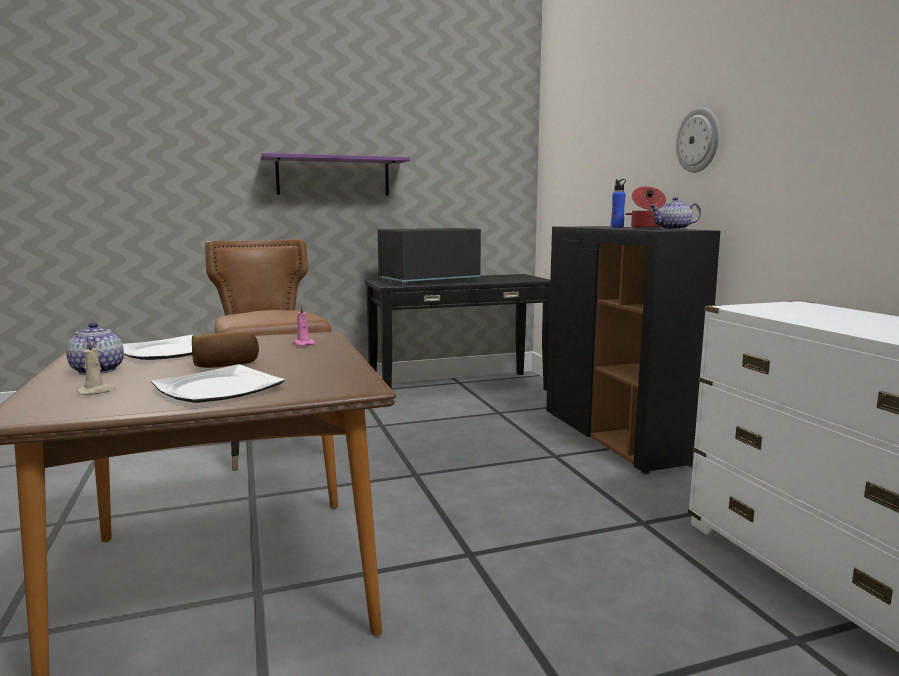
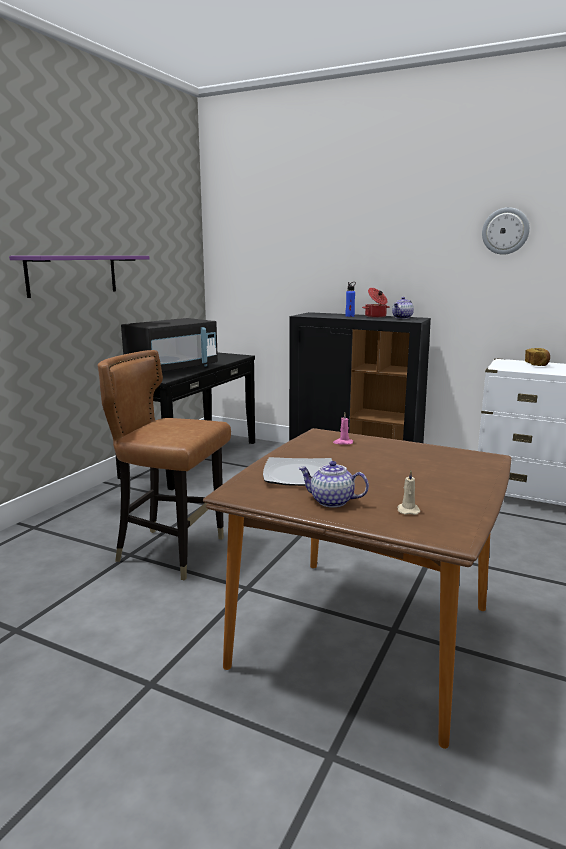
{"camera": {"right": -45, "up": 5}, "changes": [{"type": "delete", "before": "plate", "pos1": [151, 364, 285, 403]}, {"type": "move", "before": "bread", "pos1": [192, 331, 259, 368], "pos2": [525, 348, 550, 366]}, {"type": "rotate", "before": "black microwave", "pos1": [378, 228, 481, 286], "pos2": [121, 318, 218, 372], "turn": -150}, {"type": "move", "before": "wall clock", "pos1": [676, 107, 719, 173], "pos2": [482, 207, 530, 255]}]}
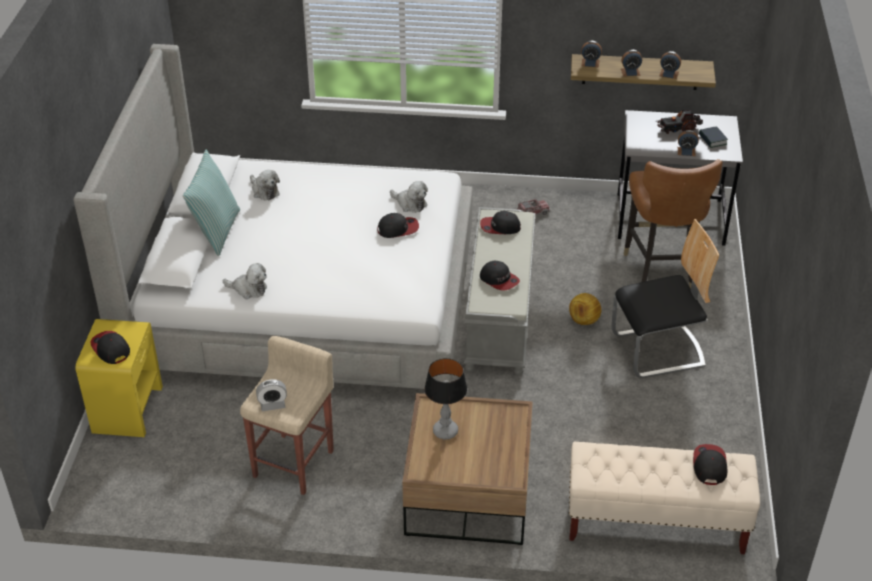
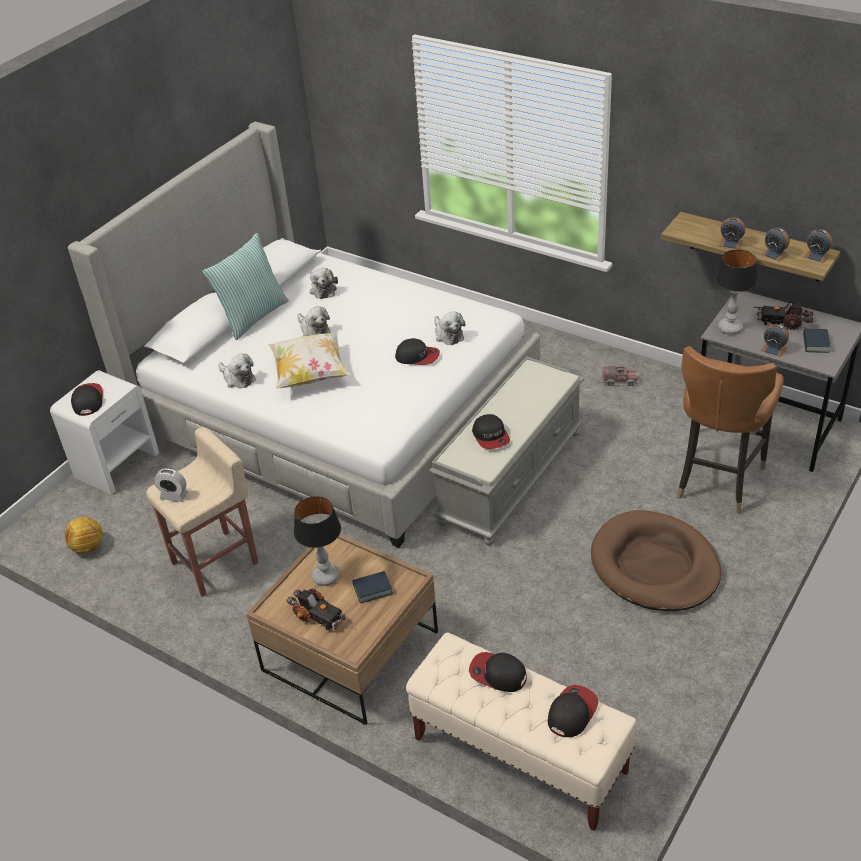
{"camera": {"right": 30, "up": 0}, "changes": [{"type": "recolor", "before": "yellow nightstand", "after": "white nightstand", "pos1": [76, 319, 163, 437], "pos2": [50, 370, 159, 495]}, {"type": "move", "before": "cap", "pos1": [480, 211, 521, 234], "pos2": [469, 652, 527, 692]}, {"type": "move", "before": "football", "pos1": [569, 293, 601, 325], "pos2": [65, 517, 103, 554]}, {"type": "move", "before": "alarm clock", "pos1": [581, 41, 602, 67], "pos2": [804, 229, 833, 263]}, {"type": "replace", "before": "chair", "after": "brown dog bed", "pos1": [611, 219, 719, 378], "pos2": [591, 510, 721, 611]}, {"type": "insert", "after": "pillow", "pos2": [268, 331, 350, 389]}, {"type": "insert", "after": "toy truck", "pos2": [287, 588, 346, 630]}, {"type": "insert", "after": "plush toy", "pos2": [297, 306, 330, 336]}, {"type": "insert", "after": "book", "pos2": [352, 571, 393, 603]}, {"type": "insert", "after": "table lamp", "pos2": [715, 249, 758, 335]}]}
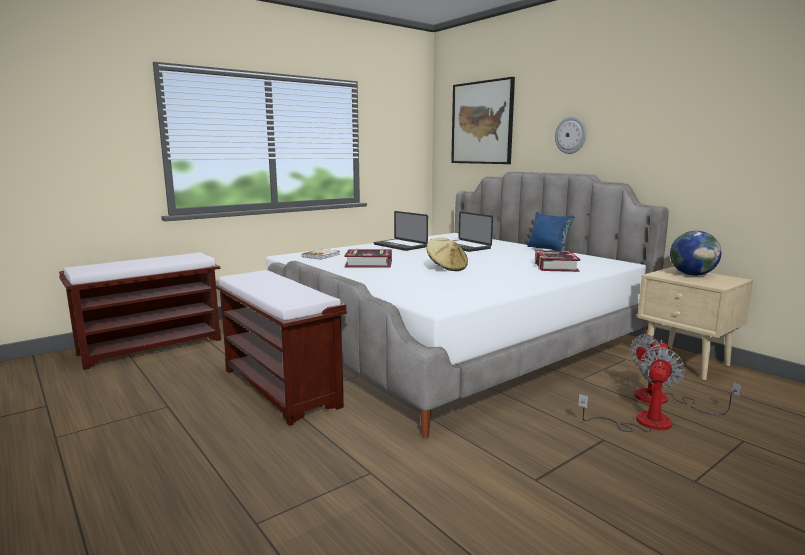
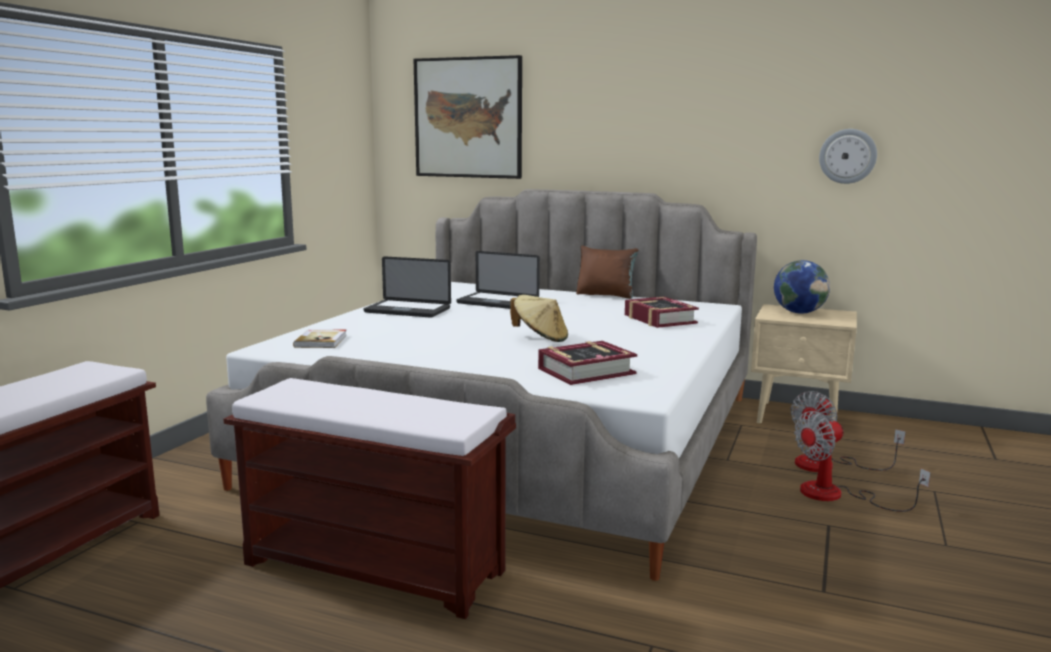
{"camera": {"right": -30, "up": 0}, "changes": [{"type": "move", "before": "book", "pos1": [344, 249, 392, 268], "pos2": [538, 341, 637, 385]}, {"type": "recolor", "before": "blue pillow", "after": "brown pillow", "pos1": [527, 212, 574, 251], "pos2": [576, 246, 639, 299]}, {"type": "move", "before": "wall clock", "pos1": [555, 116, 587, 154], "pos2": [819, 129, 877, 184]}, {"type": "rotate", "before": "fan", "pos1": [578, 347, 685, 432], "pos2": [794, 411, 931, 512], "turn": -120}]}
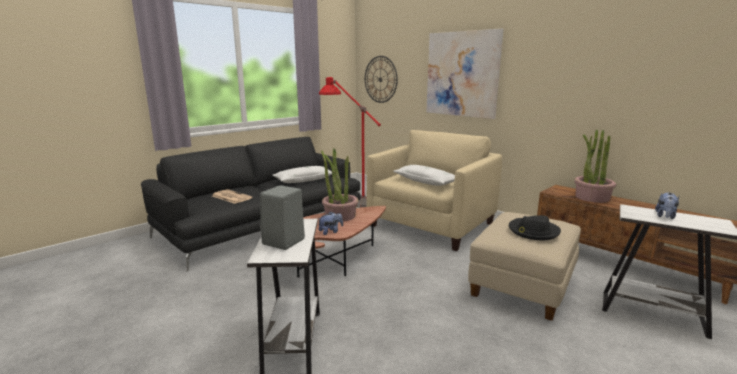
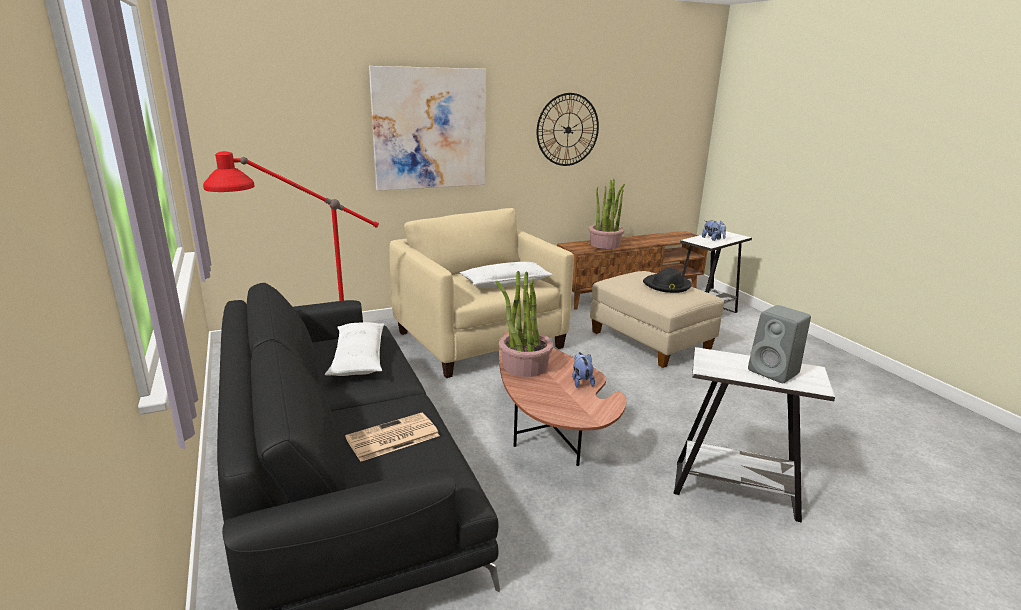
{"camera": {"right": -70, "up": 5}, "changes": [{"type": "move", "before": "wall clock", "pos1": [365, 56, 398, 103], "pos2": [537, 93, 599, 166]}]}
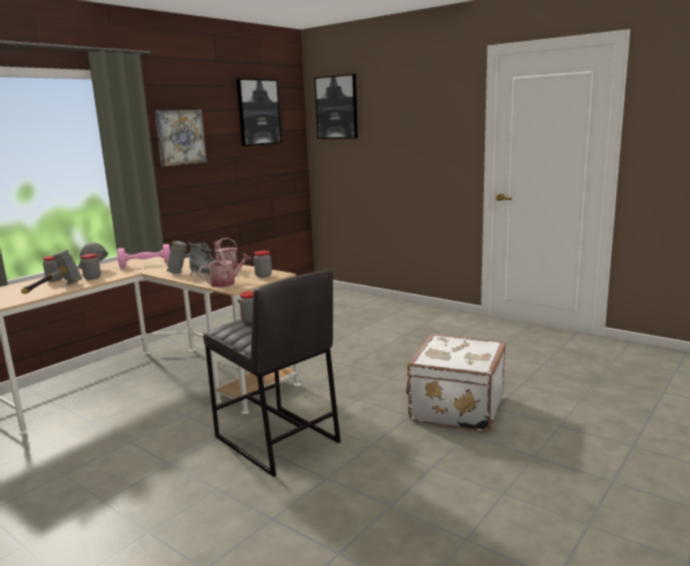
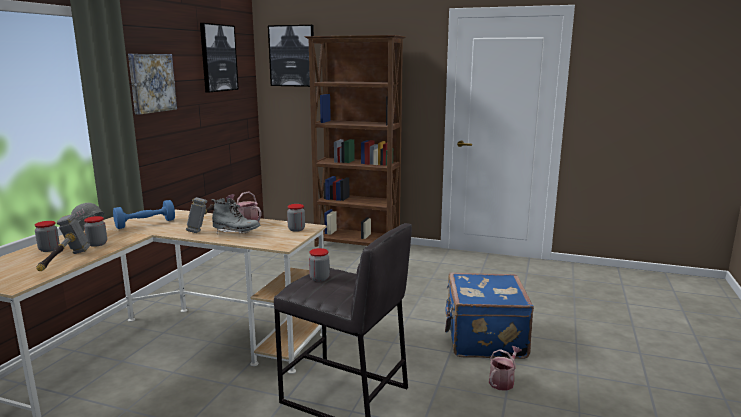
{"camera": {"right": -20, "up": 0}, "changes": [{"type": "recolor", "before": "pink dumbbell", "after": "blue dumbbell", "pos1": [117, 244, 170, 268], "pos2": [113, 200, 175, 229]}, {"type": "move", "before": "watering can", "pos1": [198, 250, 251, 287], "pos2": [489, 346, 522, 391]}, {"type": "recolor", "before": "white suitcase", "after": "blue suitcase", "pos1": [406, 333, 506, 433], "pos2": [445, 272, 534, 359]}, {"type": "insert", "after": "brown bookcase", "pos2": [304, 35, 406, 247]}]}
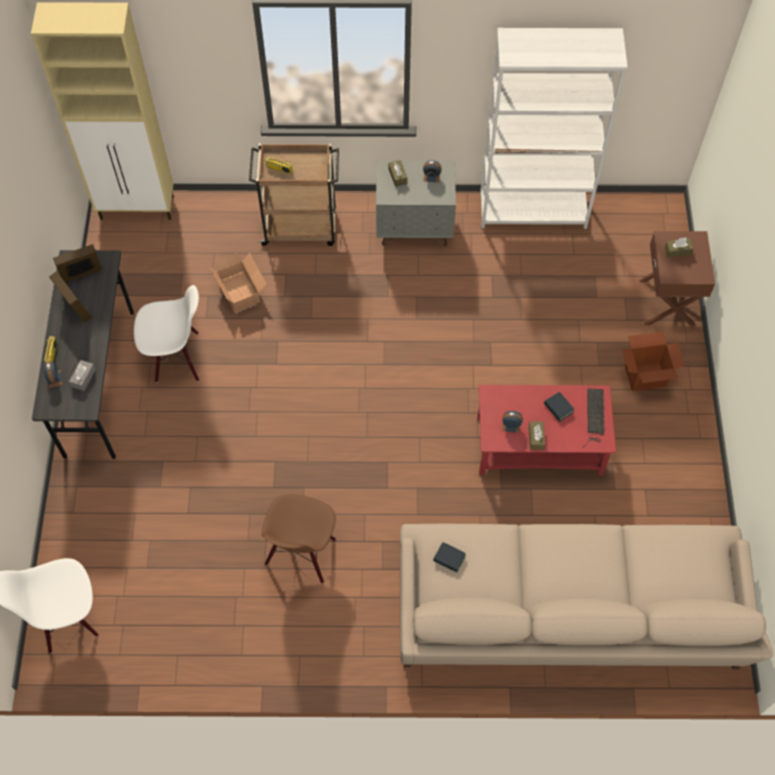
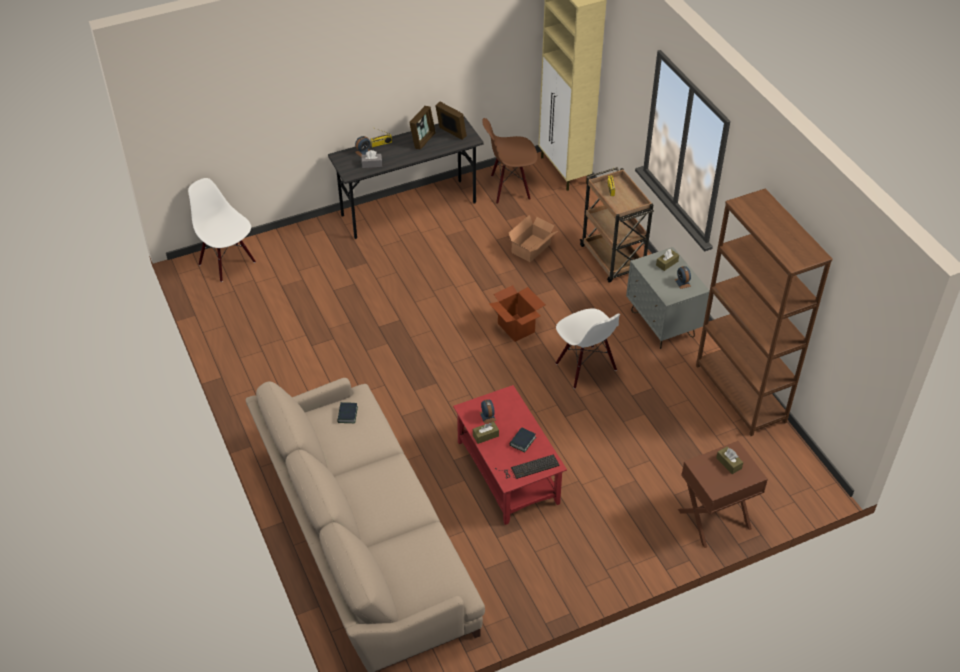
{"camera": {"right": 65, "up": -15}, "changes": [{"type": "move", "before": "white chair", "pos1": [134, 285, 199, 383], "pos2": [556, 308, 620, 389]}, {"type": "move", "before": "brown chair", "pos1": [262, 494, 336, 583], "pos2": [482, 118, 538, 204]}, {"type": "recolor", "before": "white bookcase", "after": "brown bookcase", "pos1": [480, 28, 628, 229], "pos2": [696, 189, 833, 436]}, {"type": "move", "before": "cardboard box", "pos1": [622, 332, 685, 391], "pos2": [489, 285, 545, 342]}]}
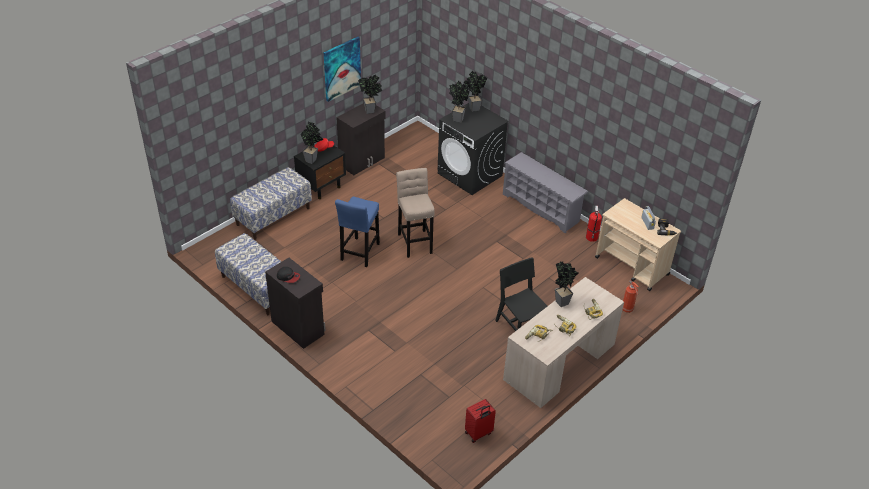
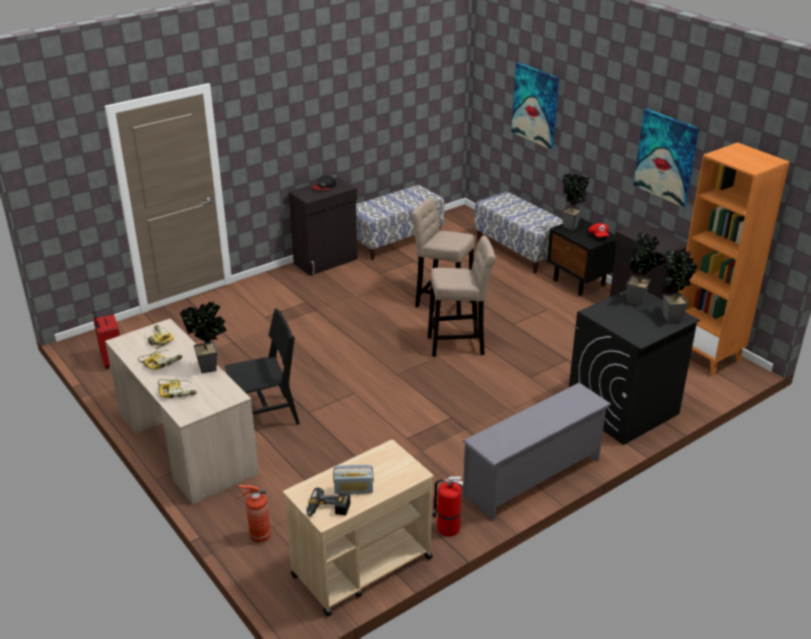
{"camera": {"right": 100, "up": -10}, "changes": [{"type": "recolor", "before": "blue stool", "after": "beige stool", "pos1": [335, 196, 380, 267], "pos2": [411, 197, 475, 315]}, {"type": "delete", "before": "potted plant", "pos1": [358, 74, 382, 114]}, {"type": "insert", "after": "picture", "pos2": [511, 62, 559, 150]}, {"type": "insert", "after": "orange bookcase", "pos2": [679, 142, 790, 376]}]}
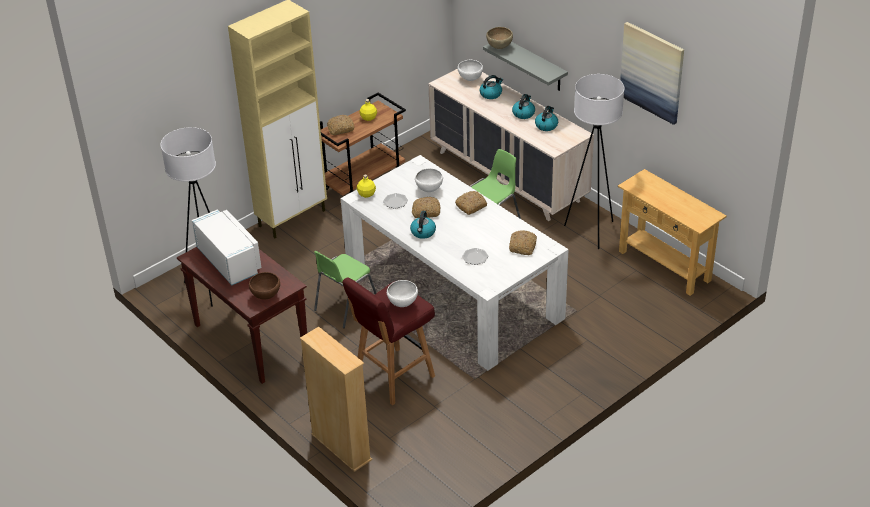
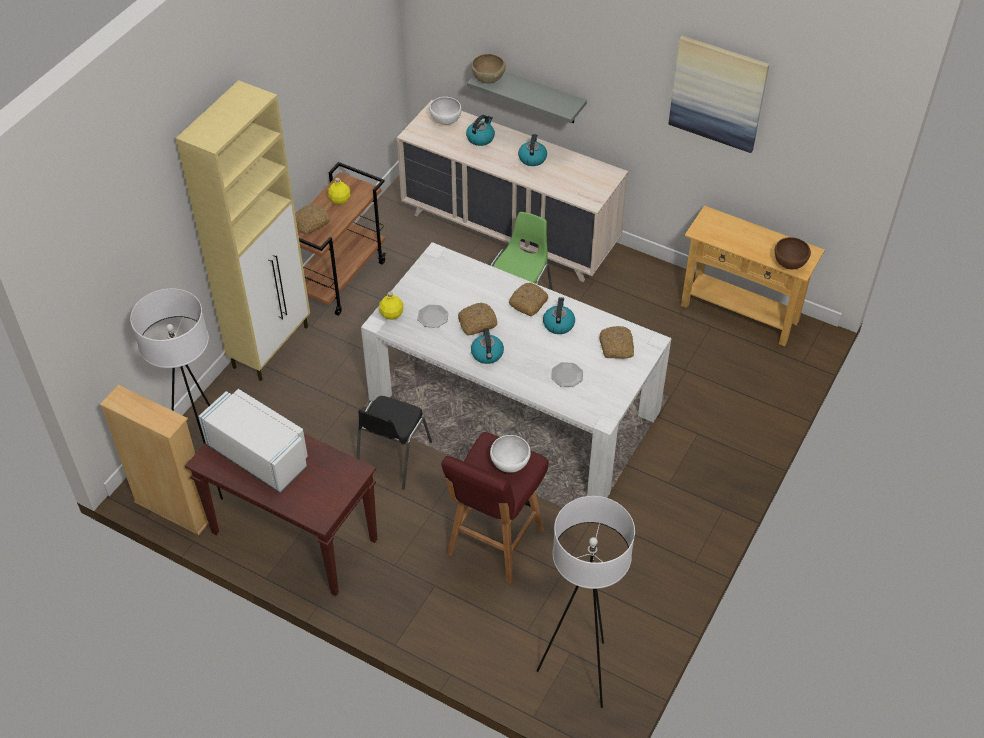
{"camera": {"right": -20, "up": 10}, "changes": [{"type": "move", "before": "brown bowl", "pos1": [249, 272, 280, 299], "pos2": [775, 237, 811, 270]}, {"type": "move", "before": "beige bookcase", "pos1": [300, 327, 372, 472], "pos2": [100, 385, 209, 535]}, {"type": "recolor", "before": "green chair", "after": "black chair", "pos1": [314, 251, 376, 328], "pos2": [357, 396, 432, 490]}, {"type": "delete", "before": "white bowl", "pos1": [415, 168, 443, 192]}, {"type": "move", "before": "kettle", "pos1": [535, 106, 558, 131], "pos2": [543, 297, 575, 334]}, {"type": "move", "before": "white floor lamp", "pos1": [564, 74, 625, 249], "pos2": [536, 496, 635, 708]}]}
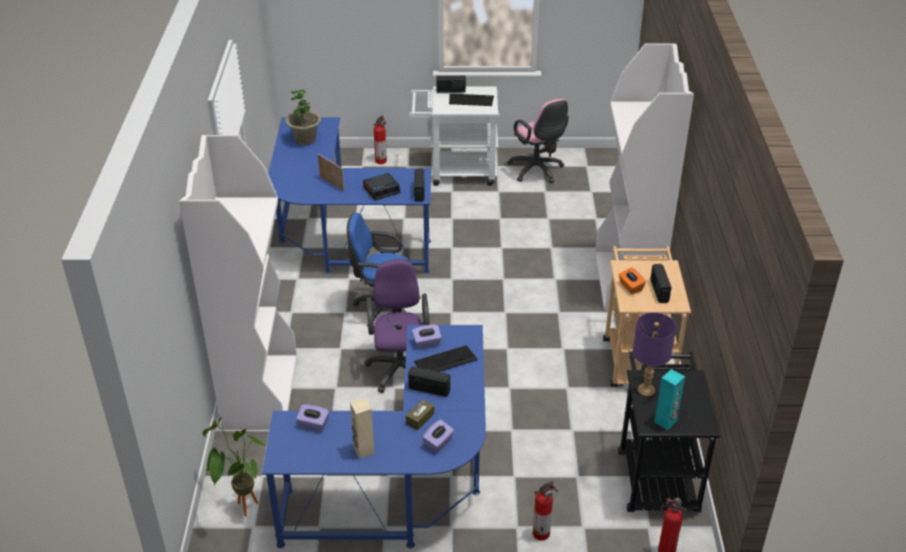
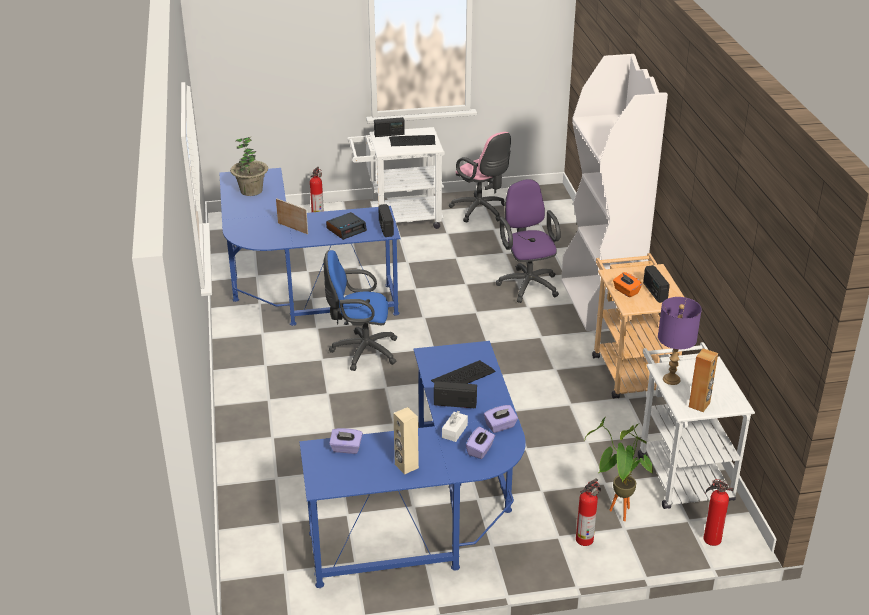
{"camera": {"right": -10, "up": -5}, "changes": [{"type": "delete", "before": "white bookcase", "pos1": [179, 135, 297, 430]}, {"type": "move", "before": "potted plant", "pos1": [202, 417, 266, 516], "pos2": [585, 416, 653, 521]}, {"type": "move", "before": "purple office chair", "pos1": [365, 259, 430, 393], "pos2": [496, 179, 561, 303]}, {"type": "recolor", "before": "brown tissue box", "after": "white tissue box", "pos1": [406, 400, 434, 430], "pos2": [442, 411, 468, 442]}, {"type": "move", "before": "purple tissue box", "pos1": [412, 325, 442, 348], "pos2": [484, 405, 518, 433]}, {"type": "recolor", "before": "black cart", "after": "white cart", "pos1": [618, 352, 720, 512], "pos2": [638, 342, 755, 509]}, {"type": "recolor", "before": "turquoise speaker", "after": "brown speaker", "pos1": [654, 369, 685, 430], "pos2": [689, 348, 718, 412]}]}
